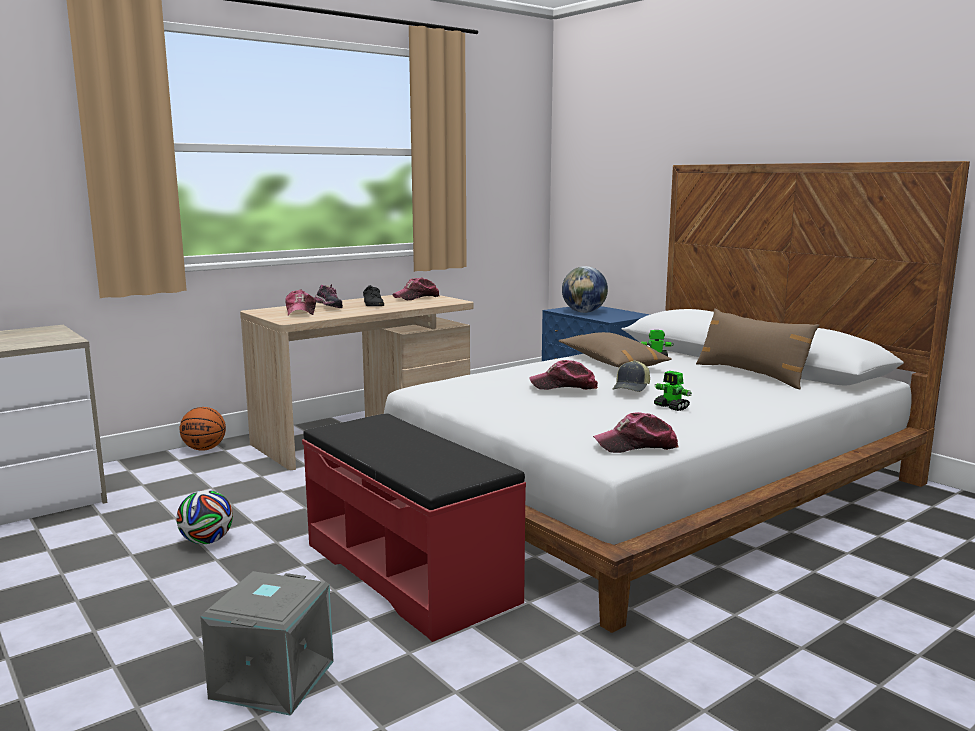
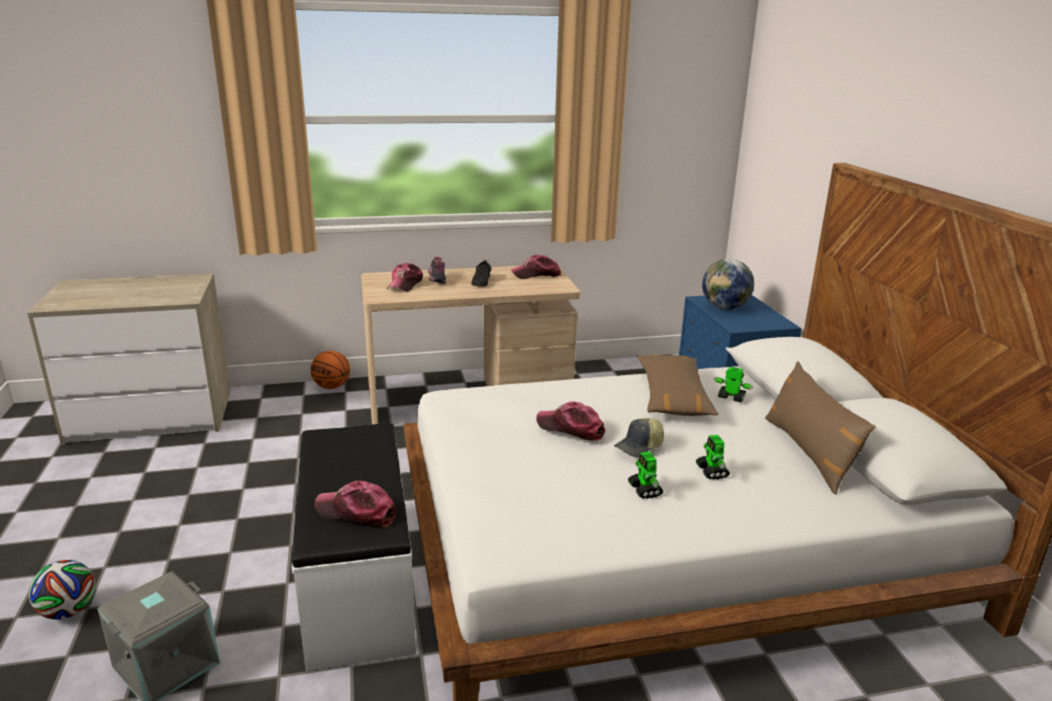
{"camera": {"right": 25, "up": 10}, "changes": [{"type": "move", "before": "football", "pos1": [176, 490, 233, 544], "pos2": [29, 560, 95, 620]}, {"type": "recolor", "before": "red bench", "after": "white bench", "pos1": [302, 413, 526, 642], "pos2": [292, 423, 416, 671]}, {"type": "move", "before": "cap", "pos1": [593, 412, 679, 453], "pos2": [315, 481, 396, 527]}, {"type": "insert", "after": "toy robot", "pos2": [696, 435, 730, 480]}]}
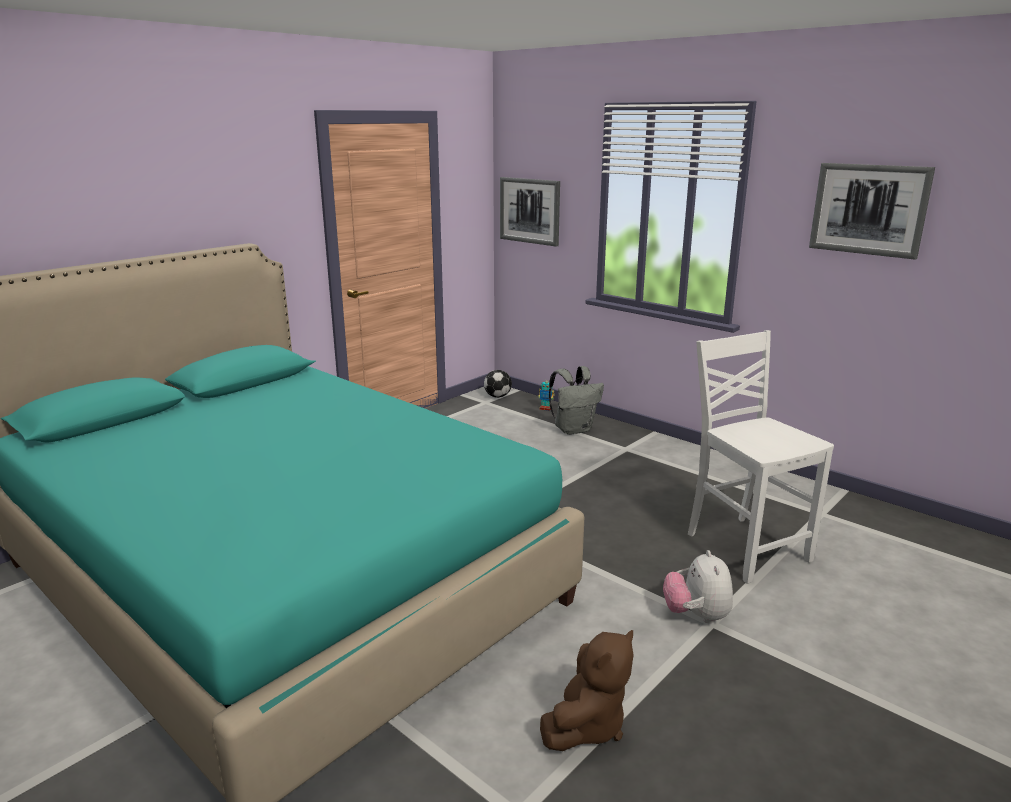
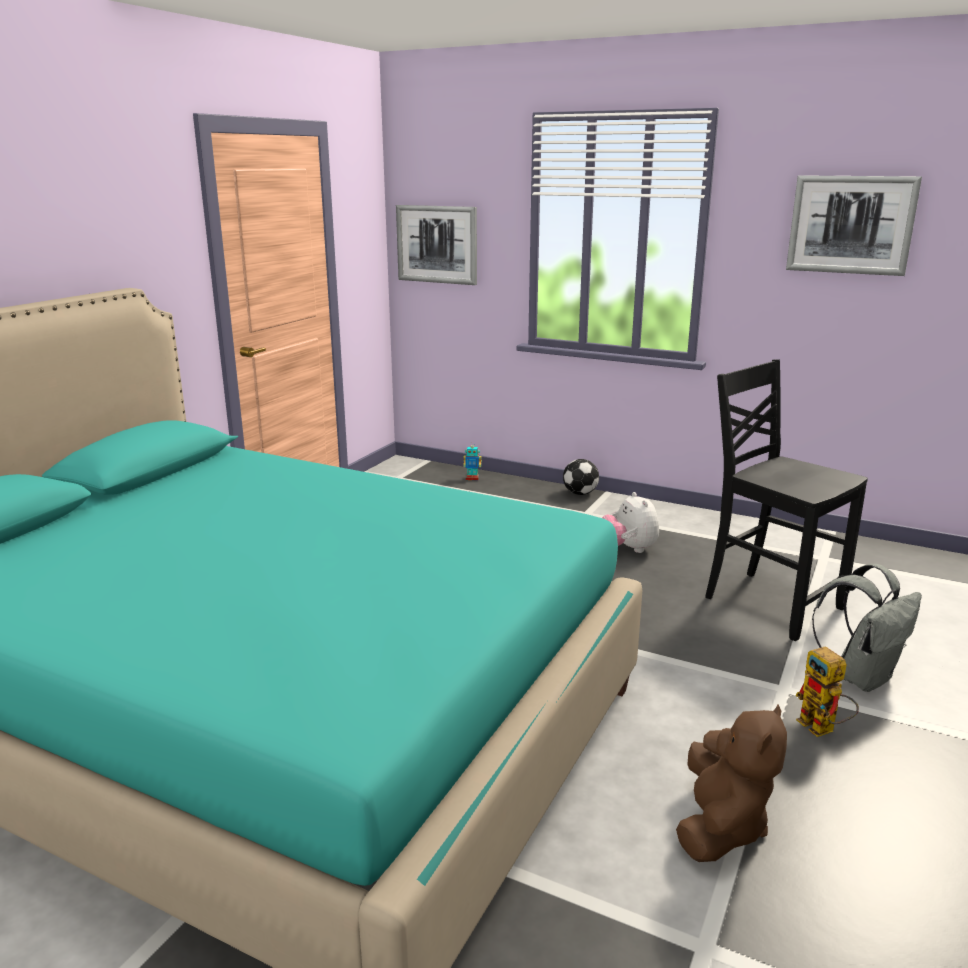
{"camera": {"right": -15, "up": 0}, "changes": [{"type": "move", "before": "football", "pos1": [484, 370, 512, 398], "pos2": [563, 459, 599, 495]}, {"type": "move", "before": "grey backpack", "pos1": [549, 366, 604, 435], "pos2": [812, 564, 922, 692]}, {"type": "move", "before": "plush toy", "pos1": [663, 550, 733, 624], "pos2": [602, 492, 659, 553]}, {"type": "recolor", "before": "white chair", "after": "black chair", "pos1": [688, 330, 834, 584], "pos2": [705, 359, 868, 641]}, {"type": "insert", "after": "toy robot", "pos2": [795, 646, 859, 737]}]}
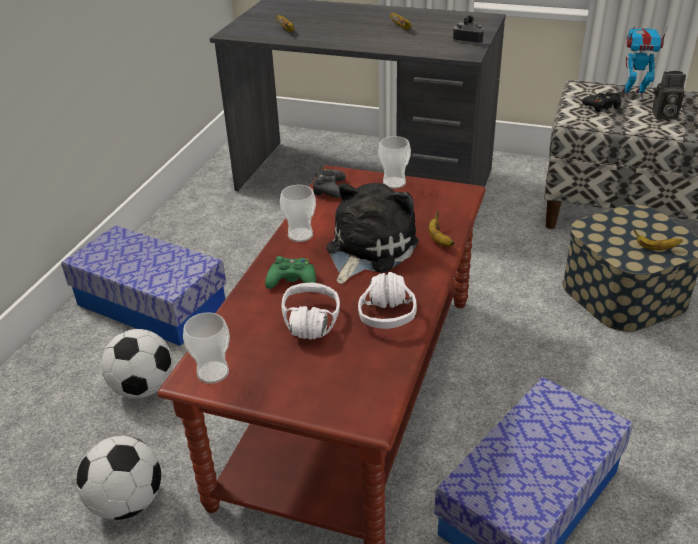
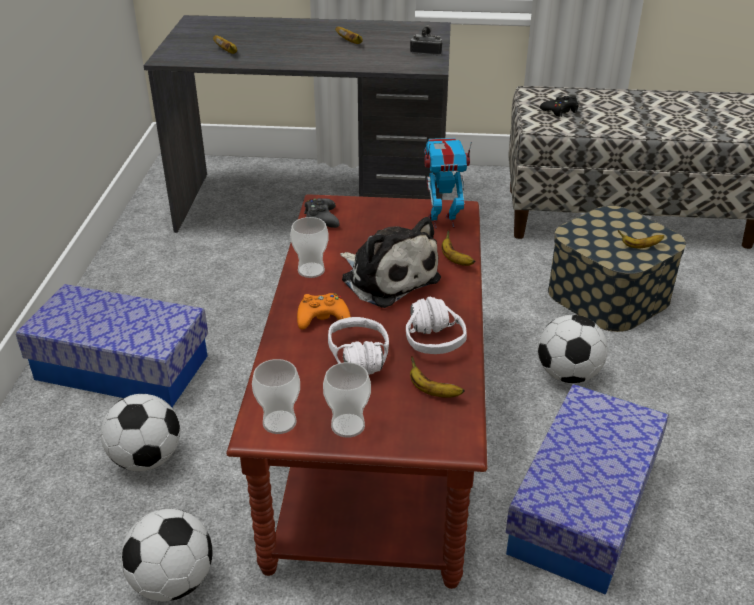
{"camera": {"right": -15, "up": 0}, "changes": [{"type": "recolor", "before": "green game controller", "after": "orange game controller", "pos1": [265, 256, 316, 289], "pos2": [297, 293, 351, 329]}, {"type": "rotate", "before": "plush toy", "pos1": [326, 183, 419, 284], "pos2": [340, 217, 441, 308], "turn": 120}, {"type": "move", "before": "cup", "pos1": [378, 136, 411, 189], "pos2": [323, 362, 371, 438]}, {"type": "move", "before": "toy robot", "pos1": [622, 26, 668, 99], "pos2": [424, 138, 472, 229]}, {"type": "delete", "before": "photo camera", "pos1": [652, 71, 686, 120]}, {"type": "insert", "after": "banana", "pos2": [410, 356, 465, 398]}, {"type": "insert", "after": "football", "pos2": [538, 315, 608, 383]}]}
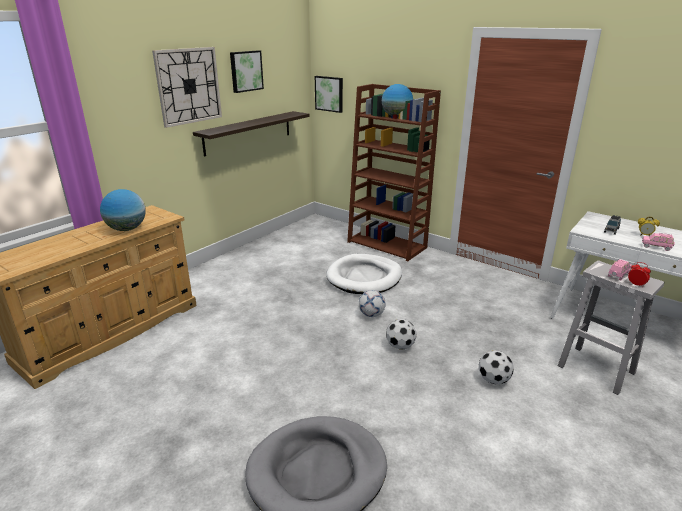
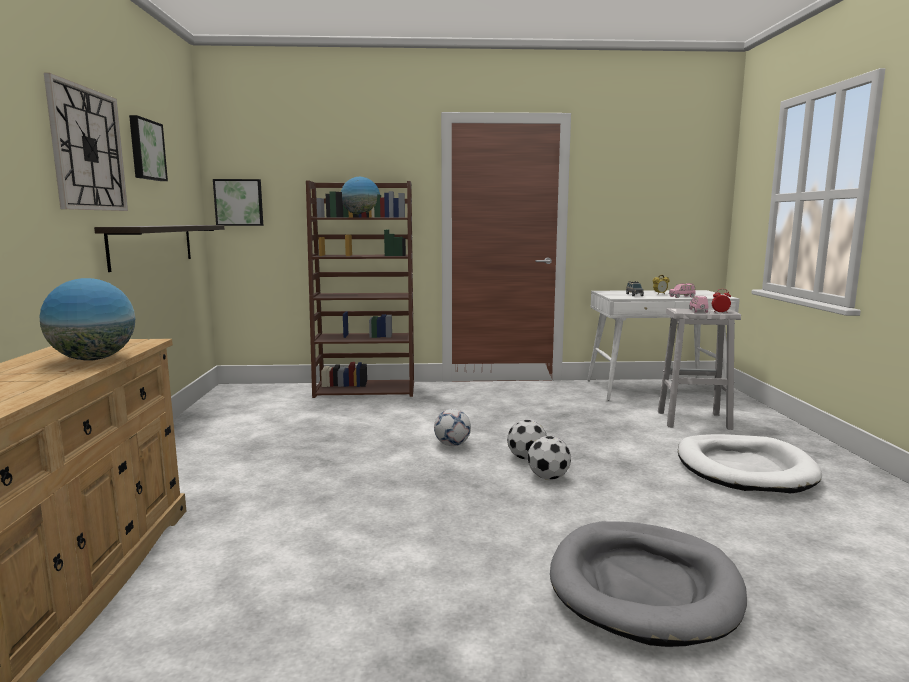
{"camera": {"right": -40, "up": -15}, "changes": [{"type": "move", "before": "white dog bed", "pos1": [326, 254, 402, 294], "pos2": [678, 434, 822, 493]}, {"type": "move", "before": "football", "pos1": [479, 350, 514, 385], "pos2": [528, 436, 571, 480]}]}
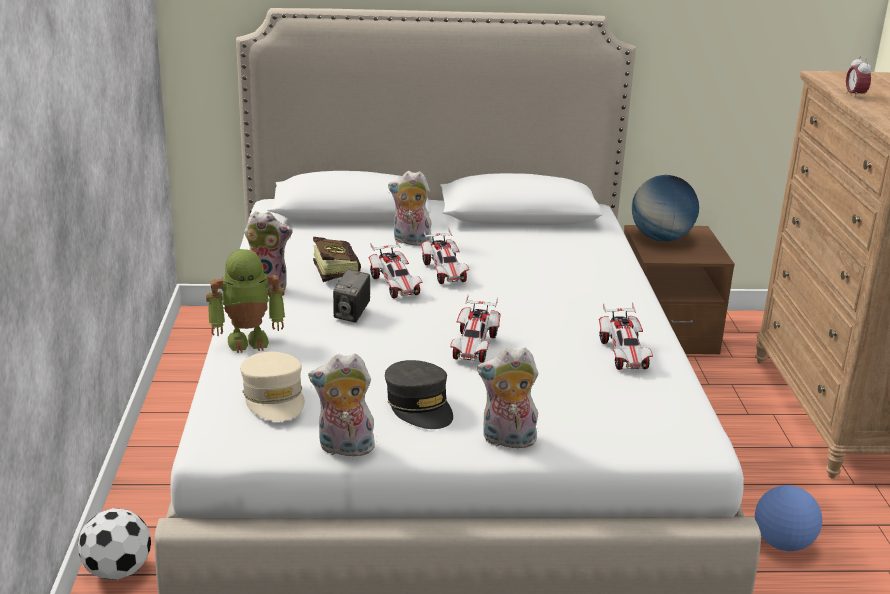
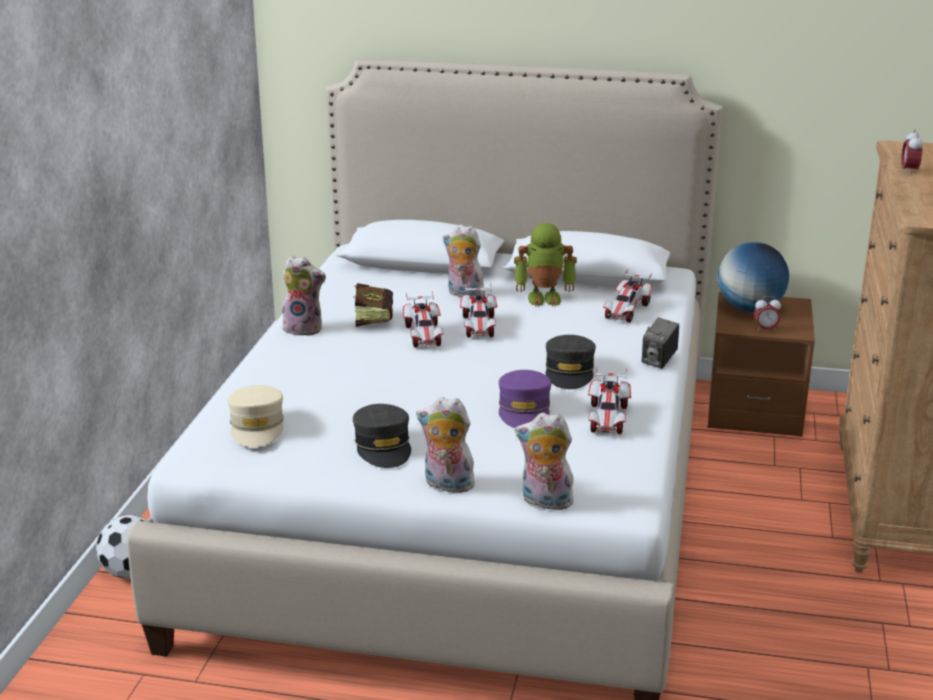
{"camera": {"right": 15, "up": 0}, "changes": [{"type": "move", "before": "toy robot", "pos1": [206, 249, 285, 353], "pos2": [514, 223, 577, 307]}, {"type": "move", "before": "plush toy", "pos1": [308, 354, 379, 457], "pos2": [515, 412, 574, 510]}, {"type": "move", "before": "photo camera", "pos1": [333, 269, 370, 323], "pos2": [642, 318, 679, 369]}, {"type": "move", "before": "toy car", "pos1": [450, 294, 500, 363], "pos2": [603, 269, 653, 323]}, {"type": "delete", "before": "football", "pos1": [755, 485, 822, 551]}, {"type": "insert", "after": "purple cap", "pos2": [499, 370, 551, 428]}, {"type": "insert", "after": "grey cap", "pos2": [545, 335, 596, 389]}, {"type": "insert", "after": "alarm clock", "pos2": [754, 296, 781, 331]}]}
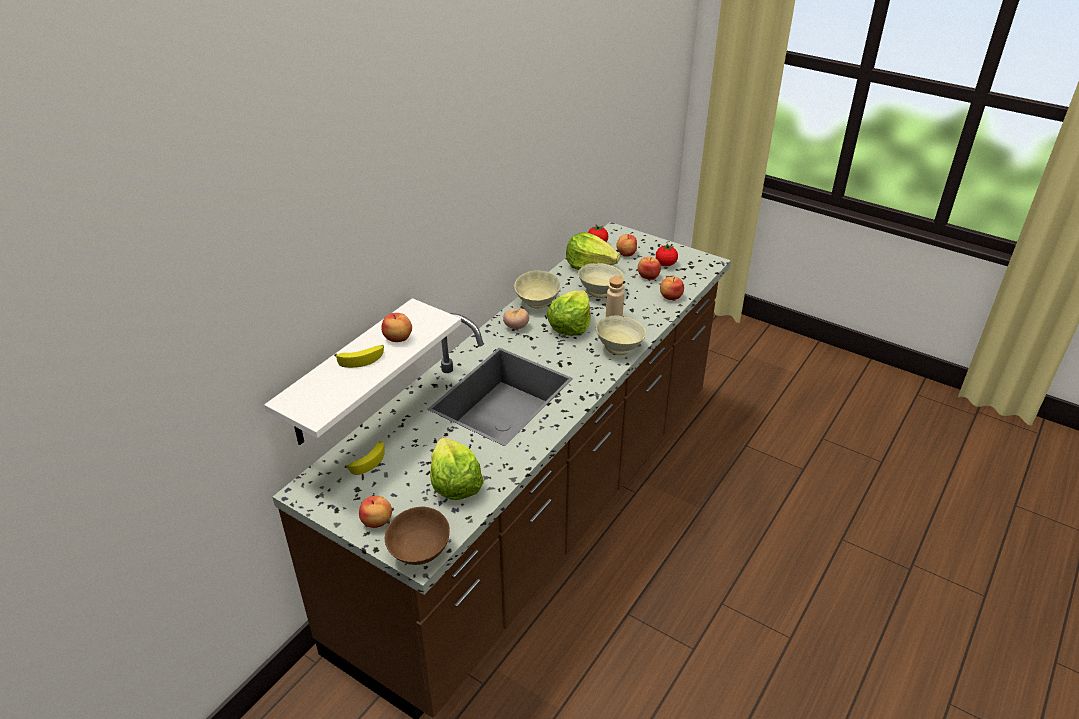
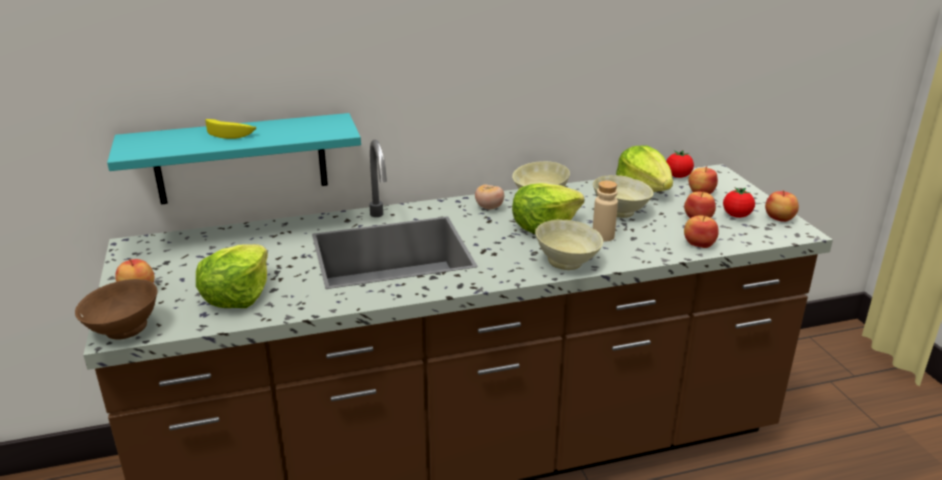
{"camera": {"right": 40, "up": -10}, "changes": [{"type": "recolor", "before": "white shelf", "after": "turquoise shelf", "pos1": [264, 298, 461, 445], "pos2": [107, 113, 361, 204]}, {"type": "delete", "before": "banana", "pos1": [344, 441, 385, 475]}, {"type": "move", "before": "apple", "pos1": [381, 313, 412, 342], "pos2": [765, 190, 799, 222]}]}
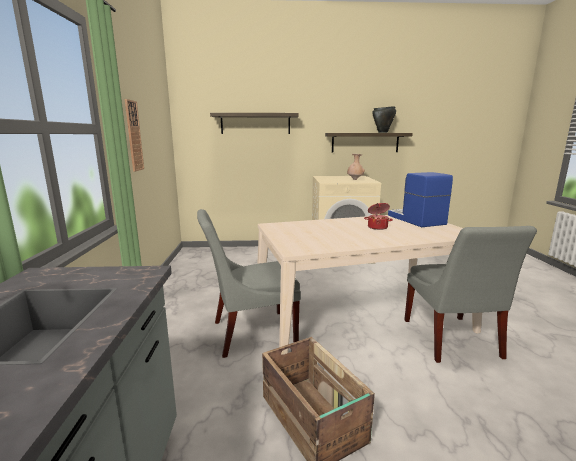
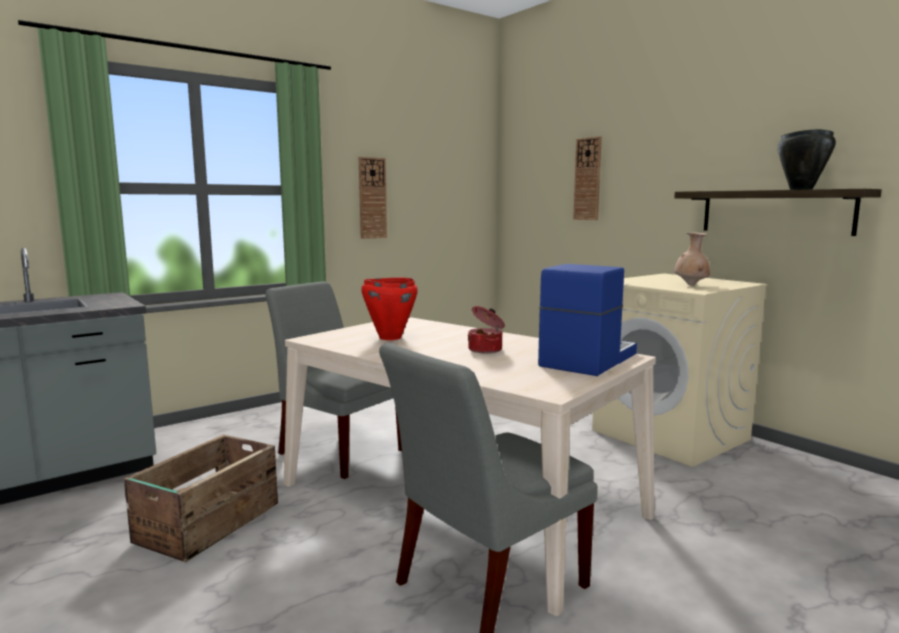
{"camera": {"right": 55, "up": -5}, "changes": [{"type": "replace", "before": "shelf", "after": "wall clock", "pos1": [210, 113, 299, 134], "pos2": [573, 136, 602, 220]}, {"type": "insert", "after": "red cooking pot", "pos2": [361, 277, 418, 340]}]}
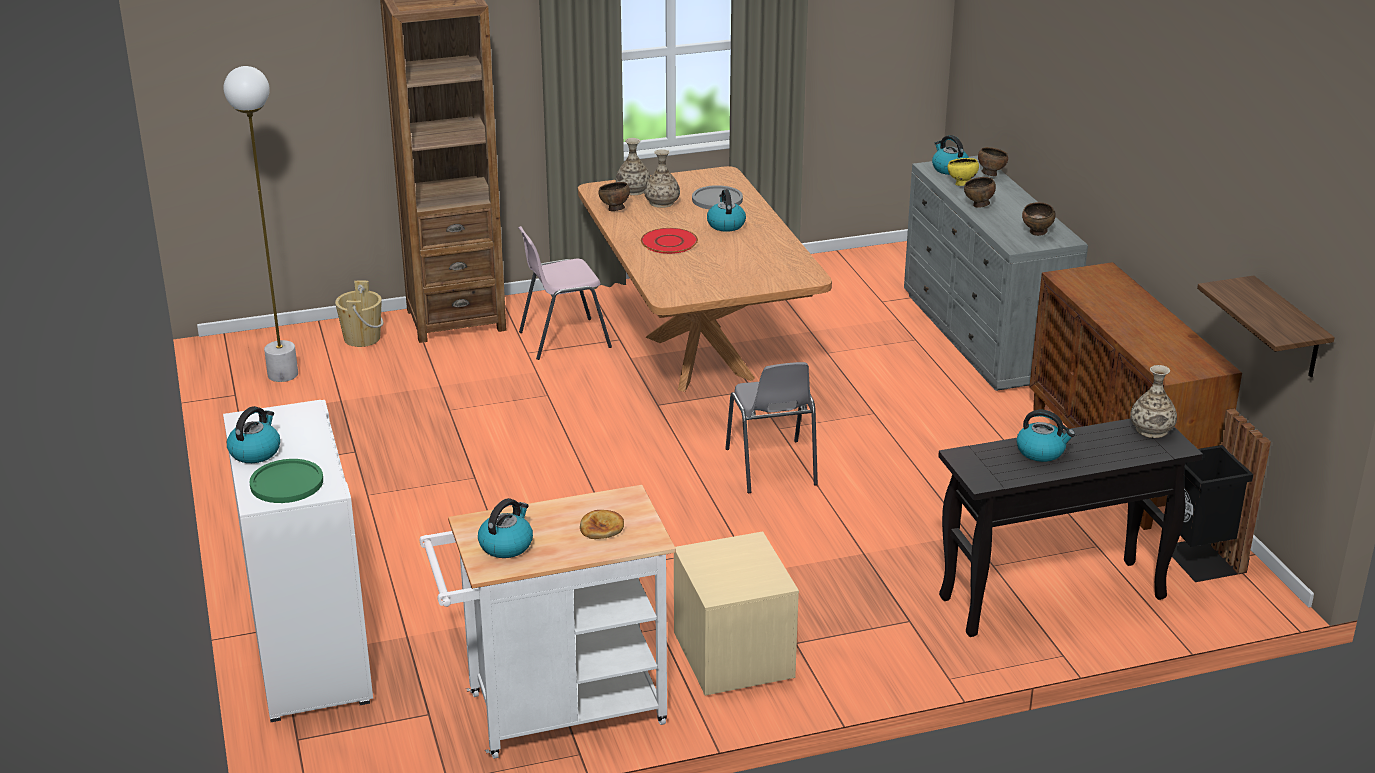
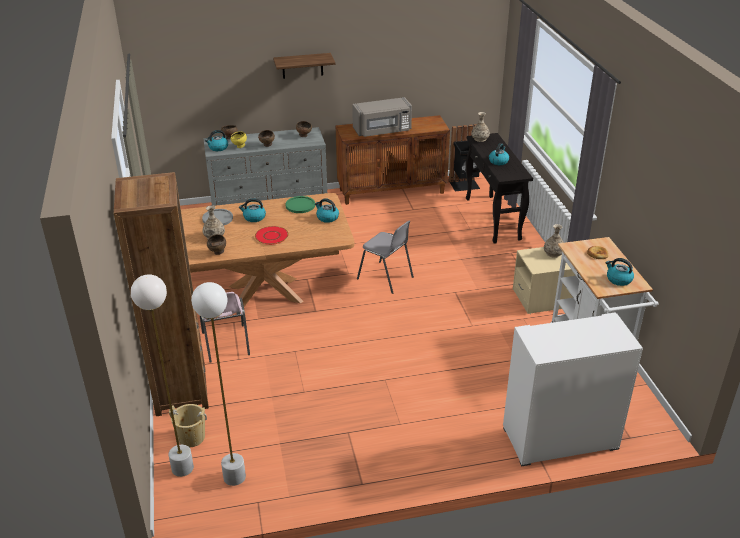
{"camera": {"right": -85, "up": 5}, "changes": [{"type": "move", "before": "kettle", "pos1": [227, 406, 280, 463], "pos2": [315, 198, 339, 223]}, {"type": "move", "before": "green plate", "pos1": [250, 459, 323, 503], "pos2": [286, 196, 315, 213]}, {"type": "move", "before": "vase", "pos1": [616, 138, 651, 195], "pos2": [544, 224, 564, 258]}, {"type": "rotate", "before": "grey chair", "pos1": [725, 362, 818, 493], "pos2": [357, 221, 414, 294], "turn": 45}, {"type": "move", "before": "shelf", "pos1": [1197, 275, 1335, 377], "pos2": [273, 53, 336, 79]}, {"type": "insert", "after": "white floor lamp", "pos2": [131, 274, 194, 477]}, {"type": "insert", "after": "grey microwave", "pos2": [352, 97, 412, 137]}]}
